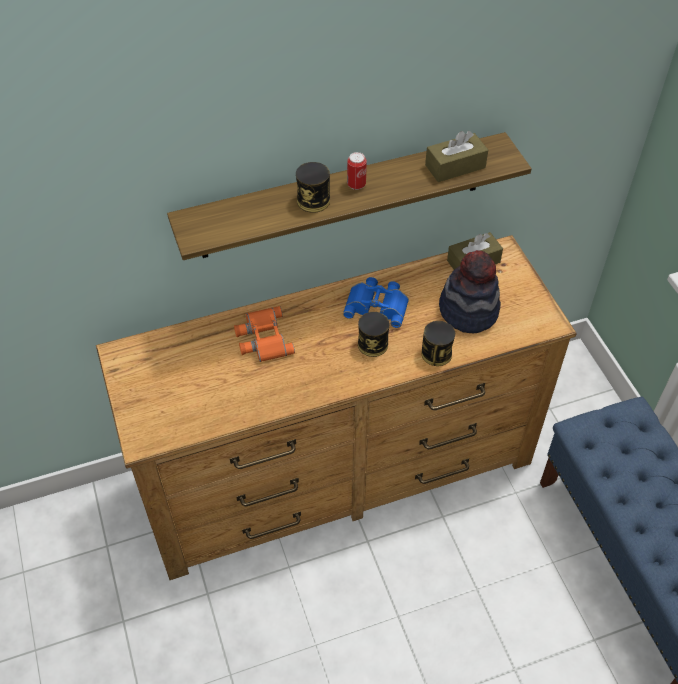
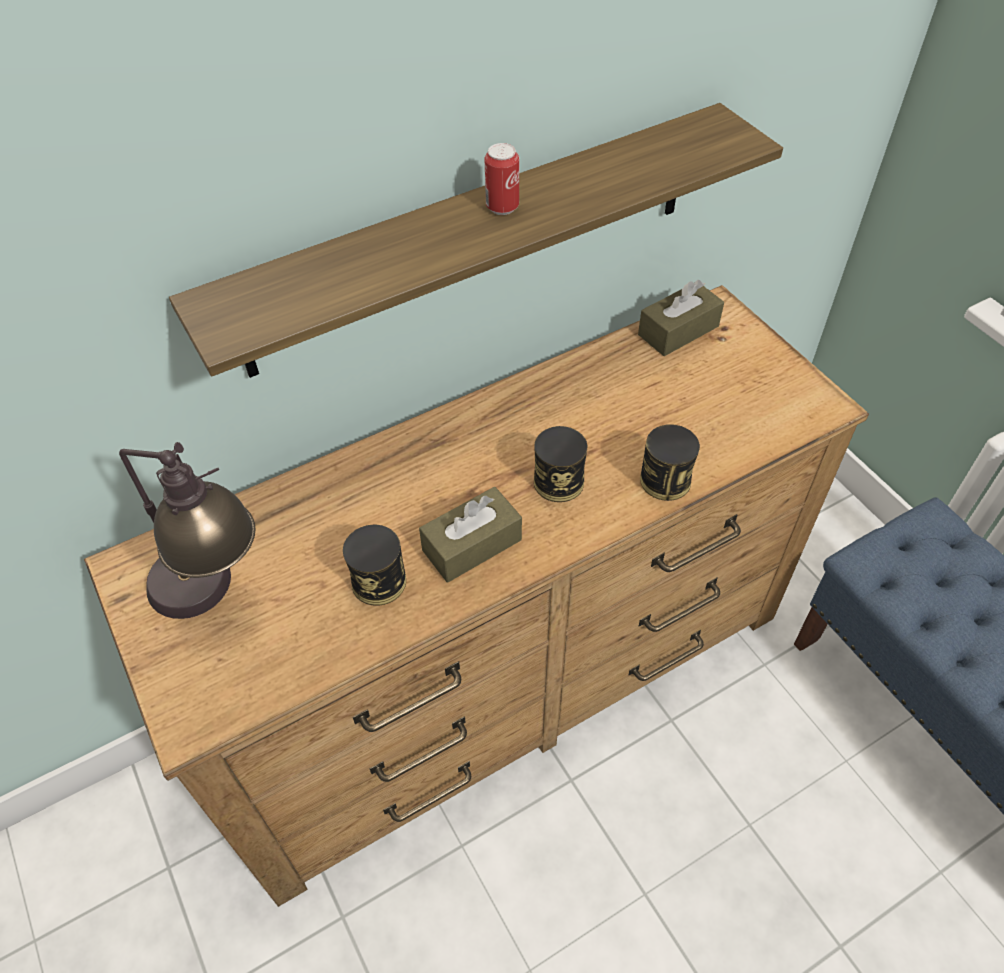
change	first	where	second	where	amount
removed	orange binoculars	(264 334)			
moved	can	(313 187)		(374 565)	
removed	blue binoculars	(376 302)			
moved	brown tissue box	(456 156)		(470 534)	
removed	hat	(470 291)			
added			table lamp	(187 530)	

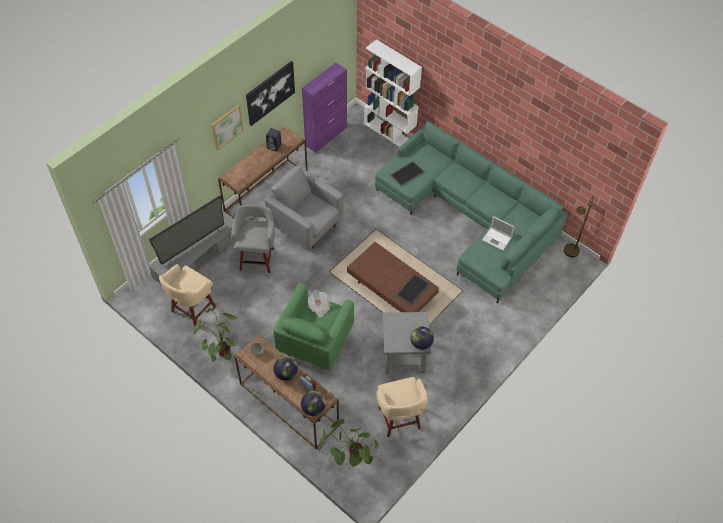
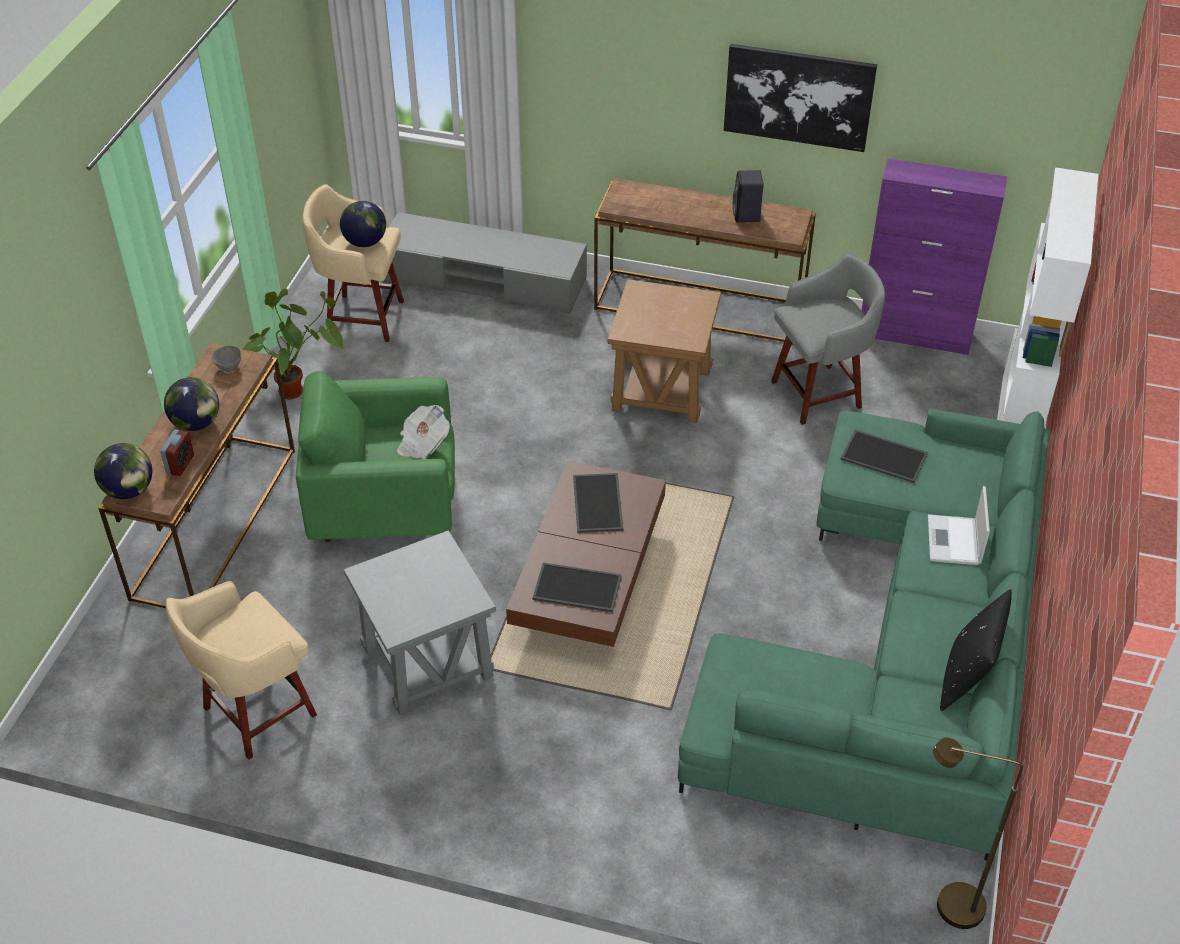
change	first	where	second	where	amount
removed	television	(186 231)			
removed	picture	(227 127)			
moved	grey stool	(253 238)		(828 339)	
replaced	grey armchair	(304 207)	brown side table	(664 351)	
removed	potted plant	(349 443)			
moved	globe	(422 338)		(363 224)	
moved	laptop	(498 233)		(959 525)	
added			tray	(598 503)	
added			black pillow	(976 650)	

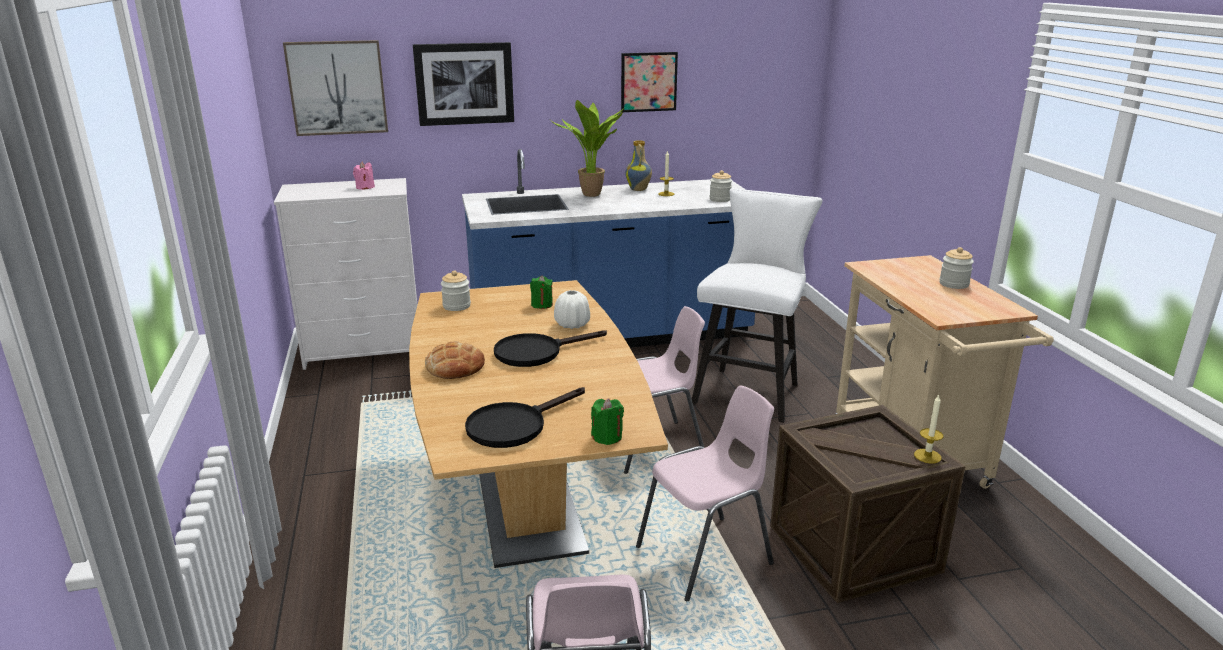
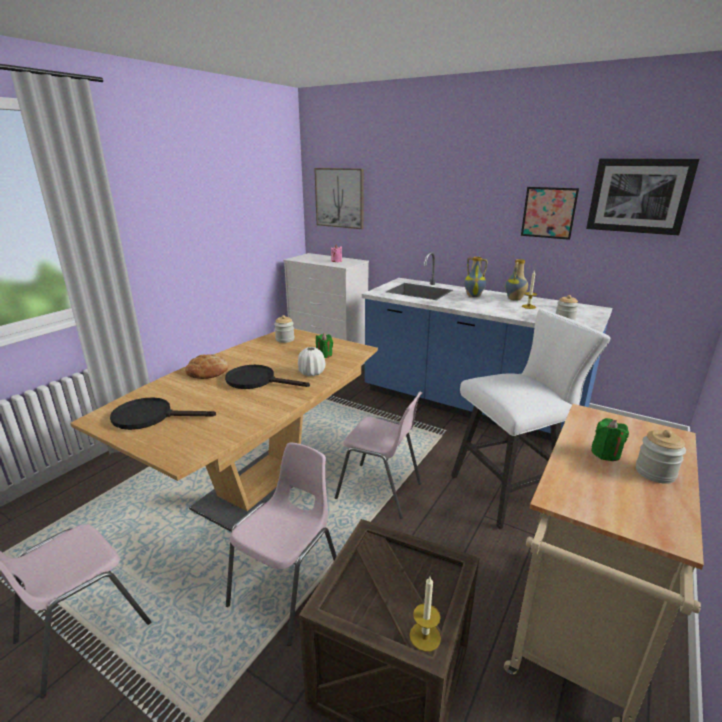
change	first	where	second	where	amount
moved	picture	(463 84)		(642 196)	
replaced	potted plant	(589 148)	vase	(476 277)	
moved	green candle	(607 421)		(610 439)	
turned	pink chair	(705 493)		(281 544)	75 degrees counterclockwise

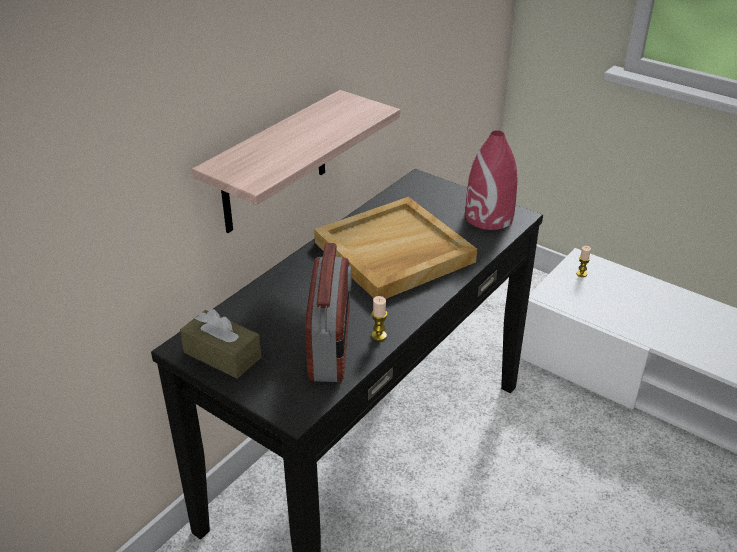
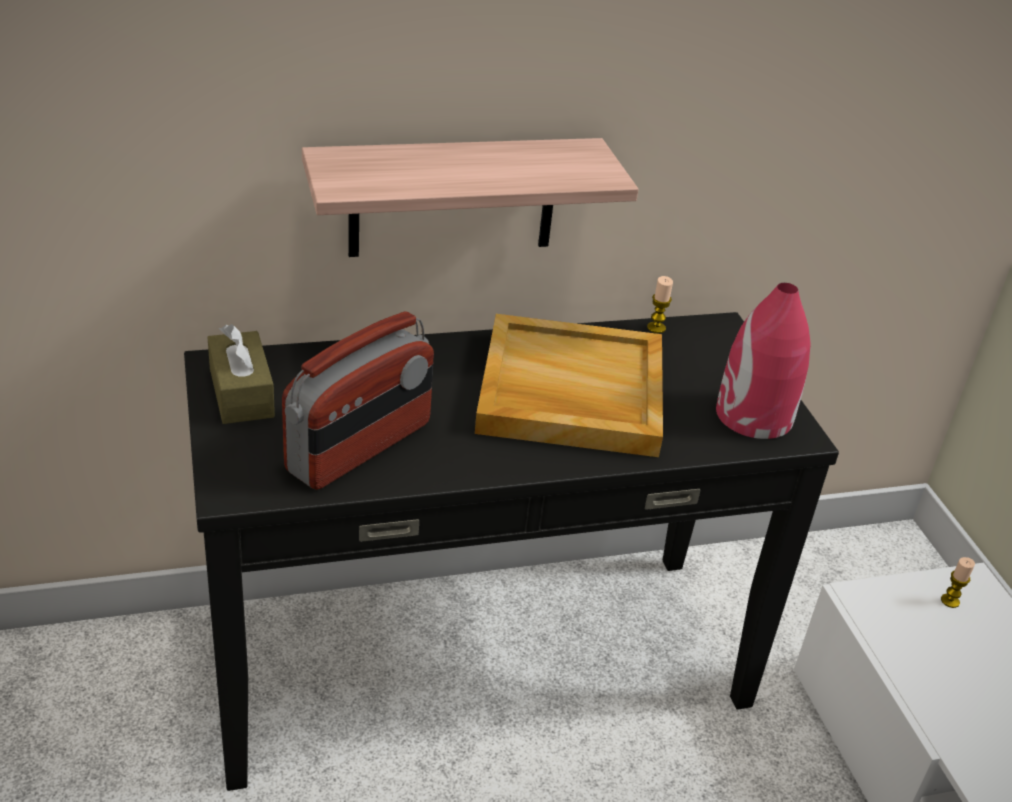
change	first	where	second	where	amount
moved	candle	(379 318)		(660 304)	

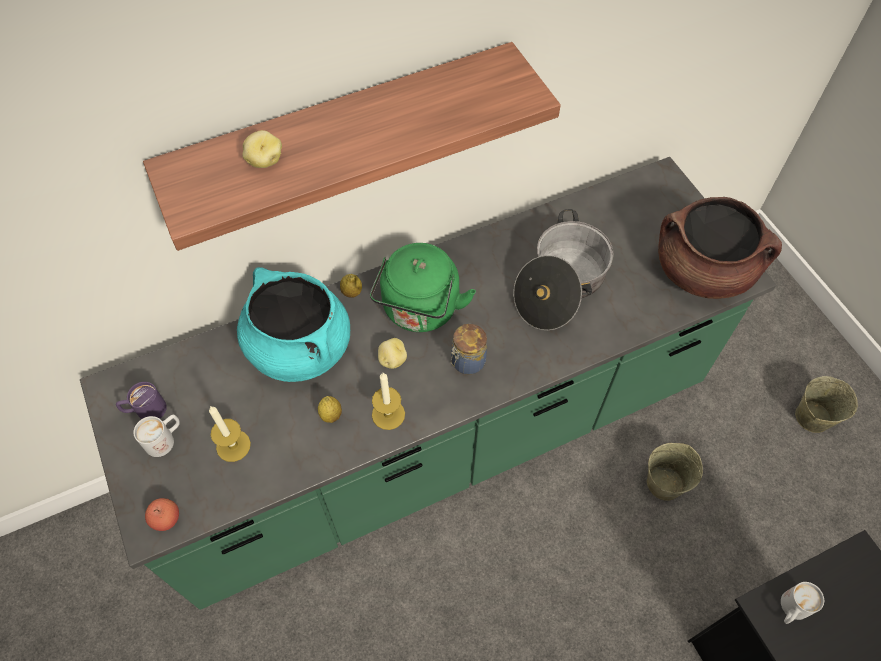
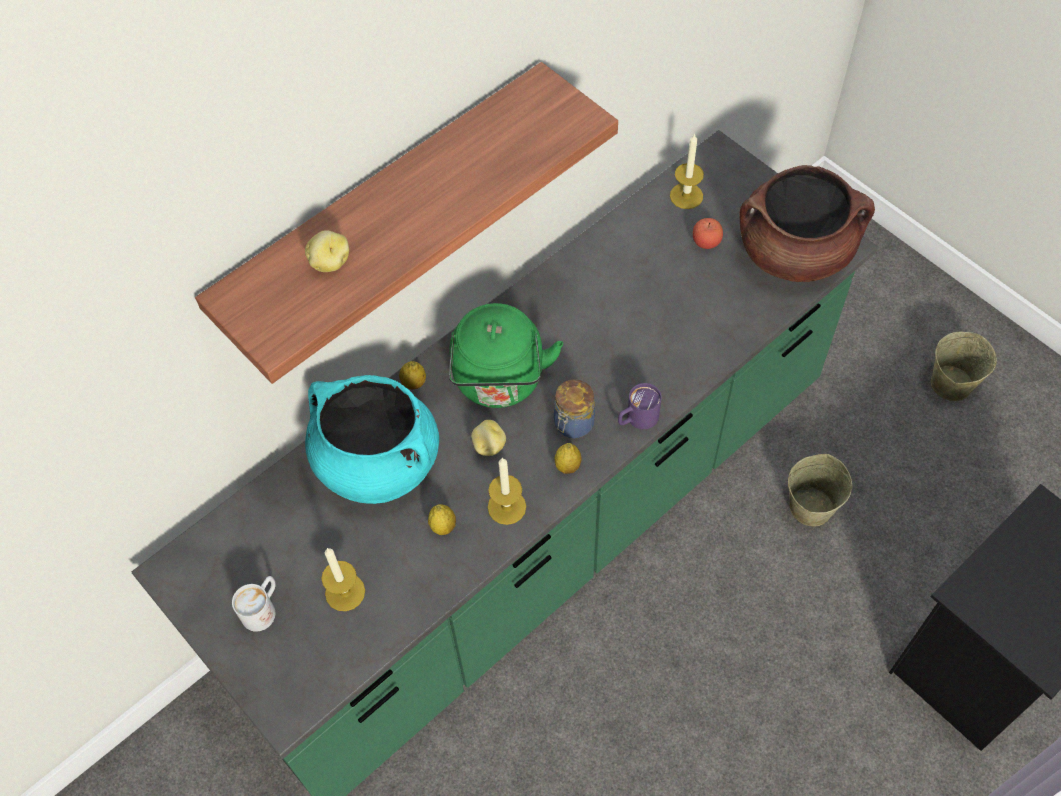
change	first	where	second	where	amount
moved	purple mug	(141 400)		(640 406)	
moved	apple	(162 514)		(708 233)	
removed	cooking pot	(563 269)			
removed	white mug	(802 603)			
added			lemon	(568 458)	
added			candle	(687 171)	

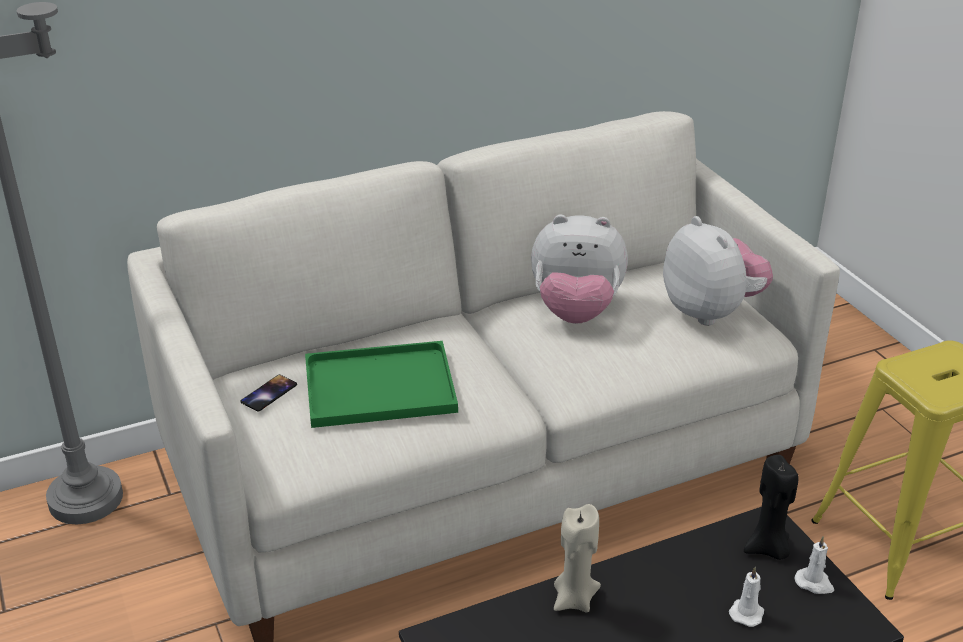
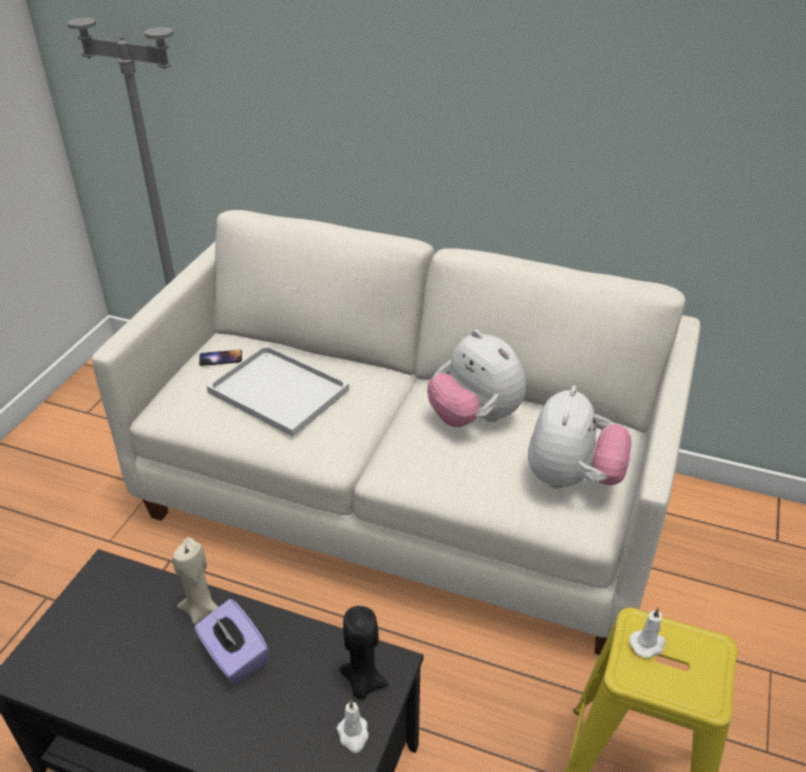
change	first	where	second	where	amount
recoloured	green tray	(381 384)	white tray	(278 391)	
moved	white candle	(746 597)		(647 632)	
added			purple tissue box	(231 642)	

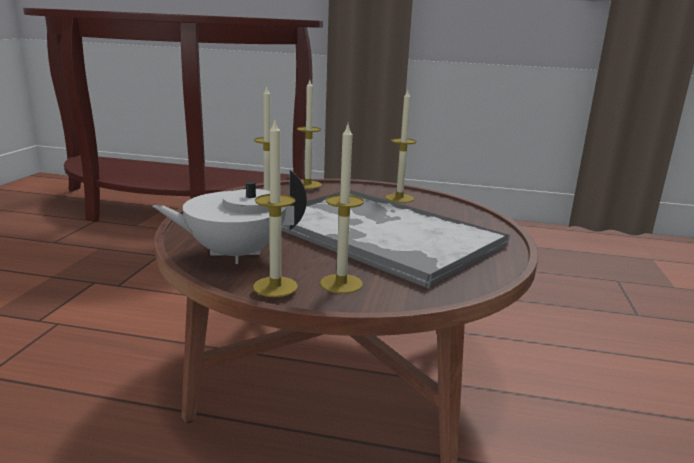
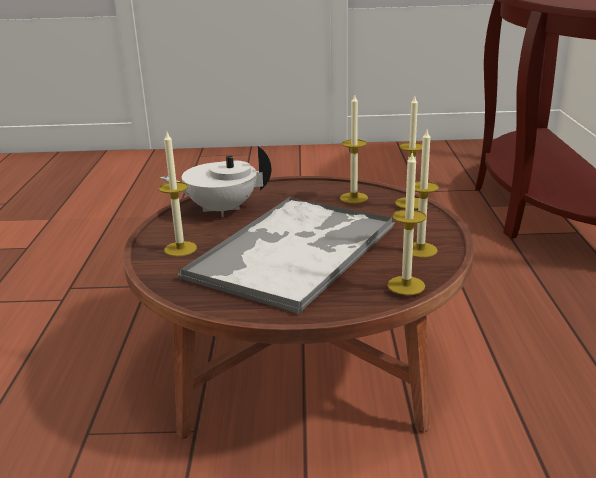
change	first	where	second	where	amount
turned	white teapot	(229 217)		(215 181)	75 degrees counterclockwise
moved	candle	(275 208)		(406 224)	

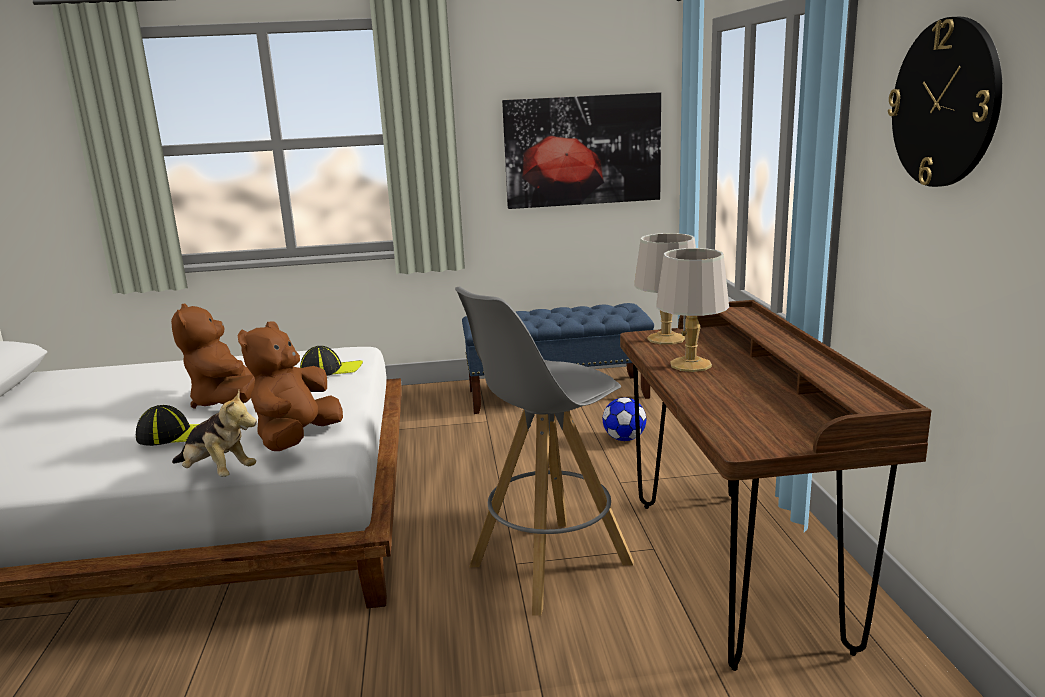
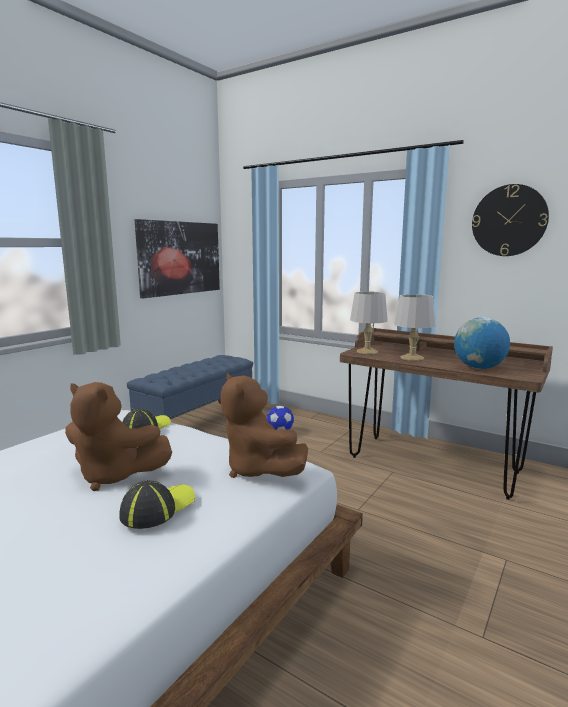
change	first	where	second	where	amount
removed	plush toy	(214 433)			
removed	grey stool	(544 451)			
added			globe	(482 343)	

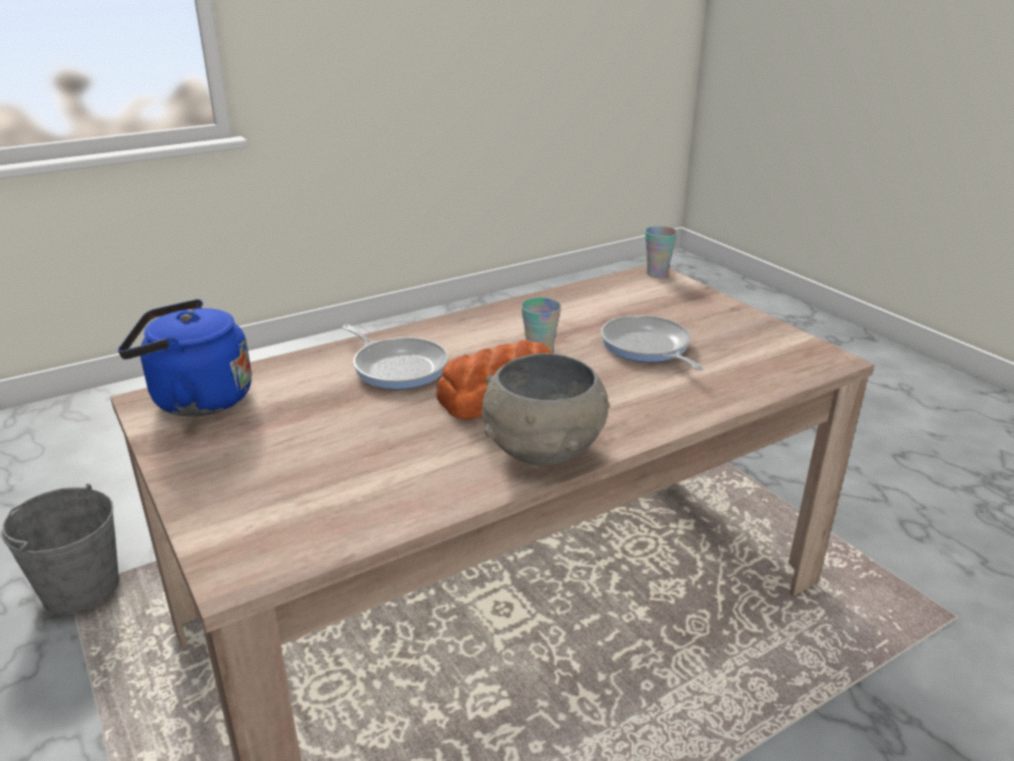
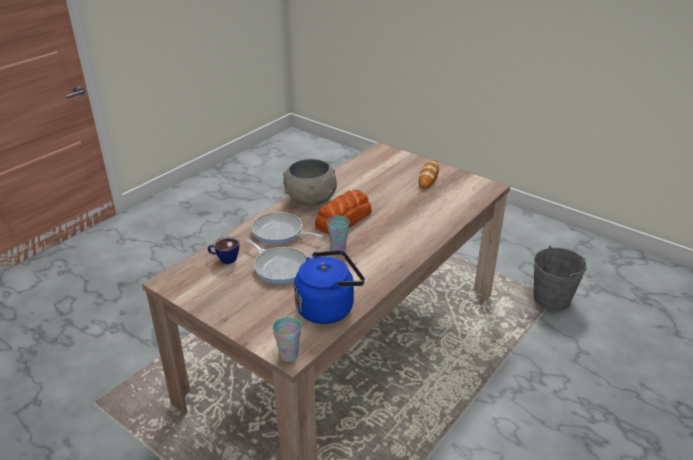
change	first	where	second	where	amount
moved	blue kettle	(185 358)		(329 287)	
moved	frying pan	(395 357)		(287 228)	
added			cup	(223 250)	
added			bread	(429 174)	

